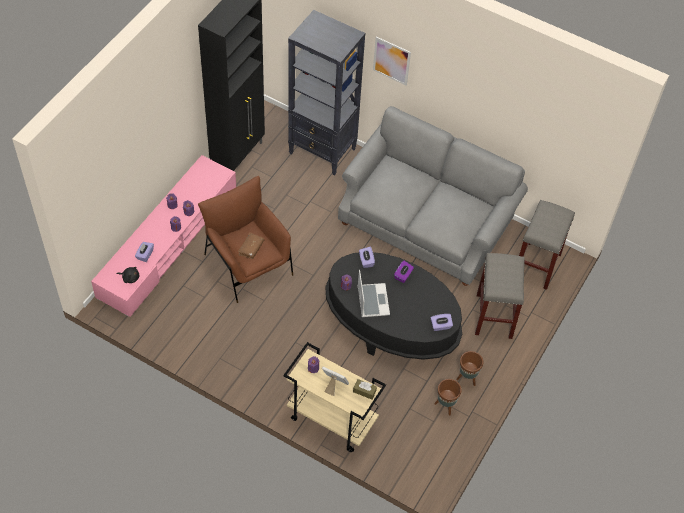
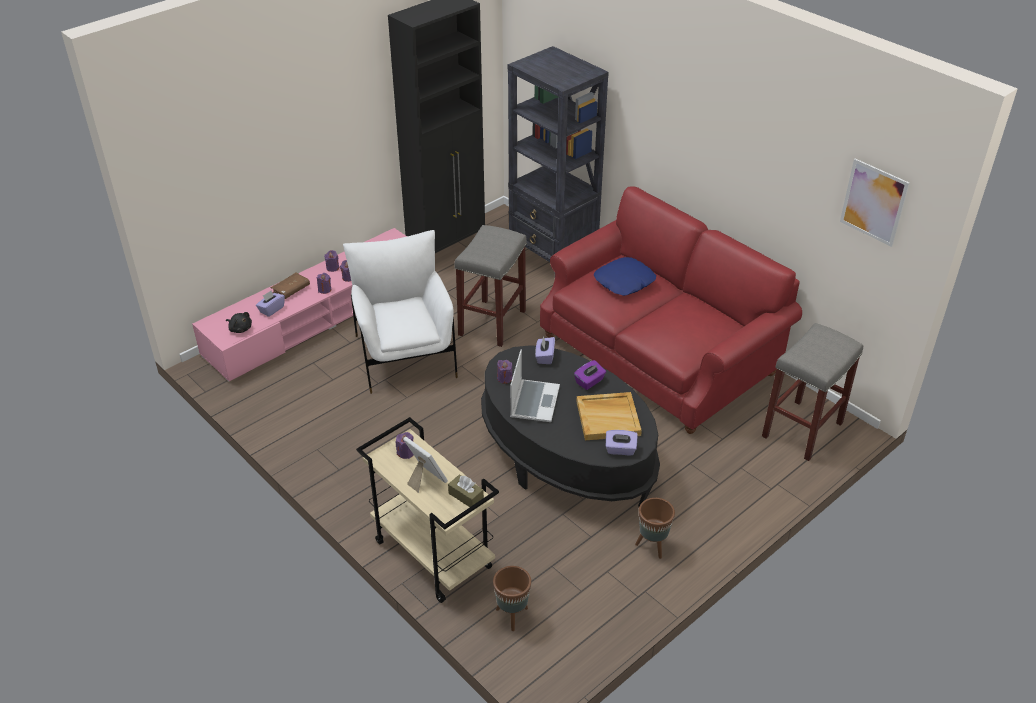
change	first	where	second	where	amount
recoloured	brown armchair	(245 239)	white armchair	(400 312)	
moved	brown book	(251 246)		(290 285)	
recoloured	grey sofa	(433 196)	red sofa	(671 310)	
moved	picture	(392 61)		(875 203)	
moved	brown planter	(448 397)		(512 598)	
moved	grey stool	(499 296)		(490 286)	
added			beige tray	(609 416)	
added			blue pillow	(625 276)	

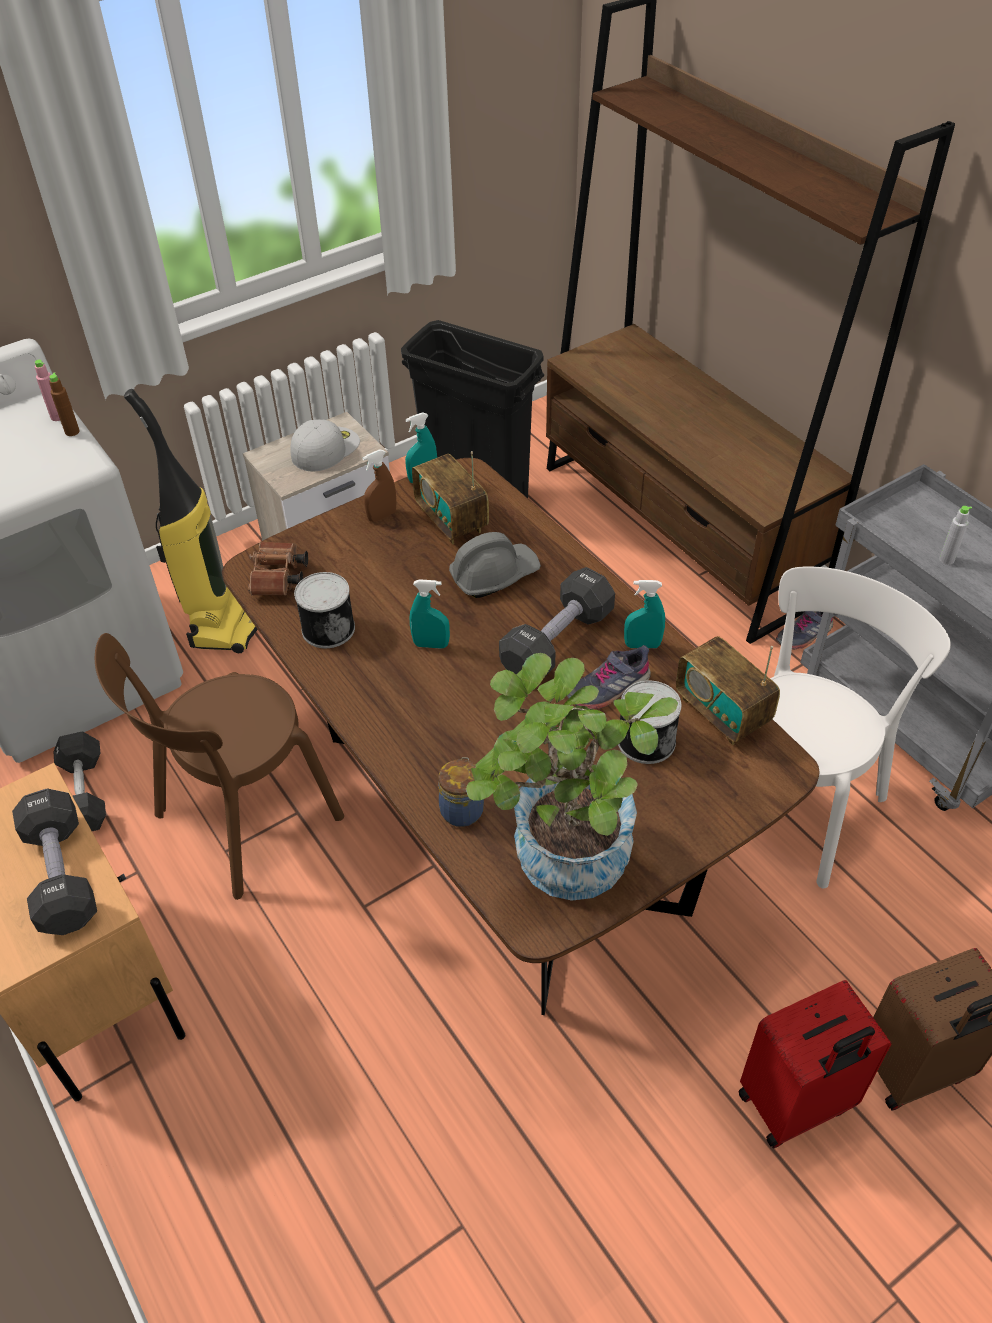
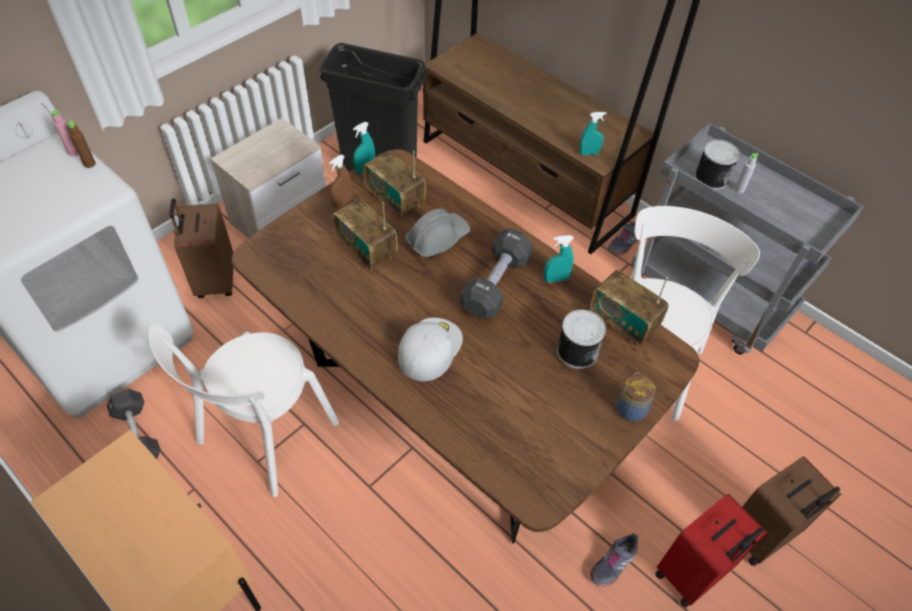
change	first	where	second	where	amount
removed	black dumbbell	(54 862)			
recoloured	brown chair	(219 766)	white chair	(243 410)	
replaced	vacuum cleaner	(191 521)	brown suitcase	(201 248)	
removed	brown binoculars	(278 568)			
moved	white cap	(325 445)		(430 349)	
moved	can	(324 610)		(717 165)	
moved	turquoise spray bottle	(430 614)		(593 133)	
moved	jar	(461 792)		(636 397)	
removed	potted plant	(572 777)			
moved	grey shoe	(609 677)		(614 560)	
added			radio	(365 234)	

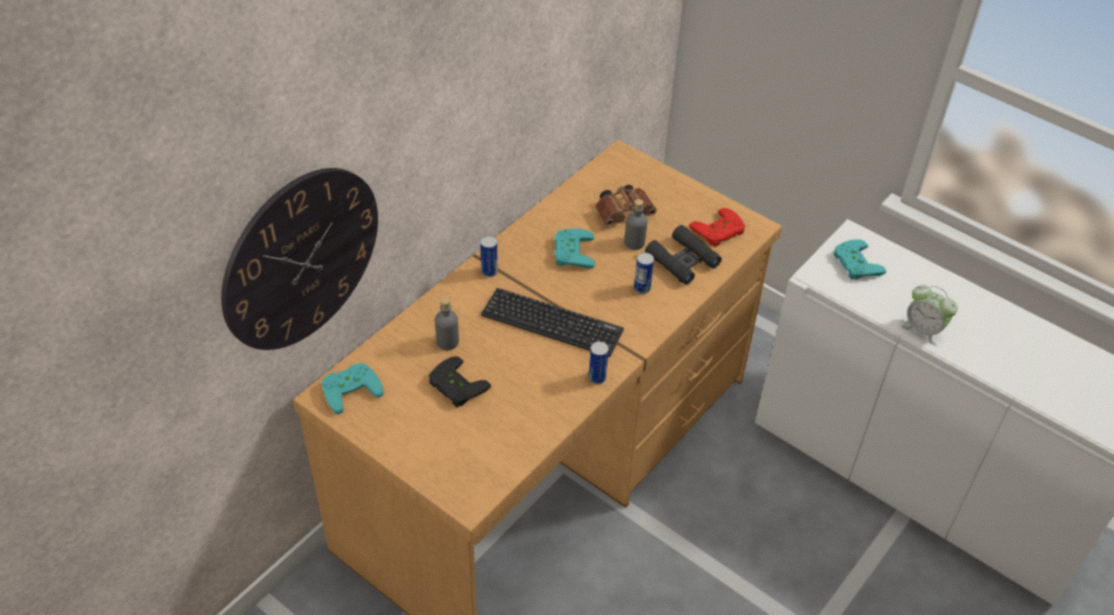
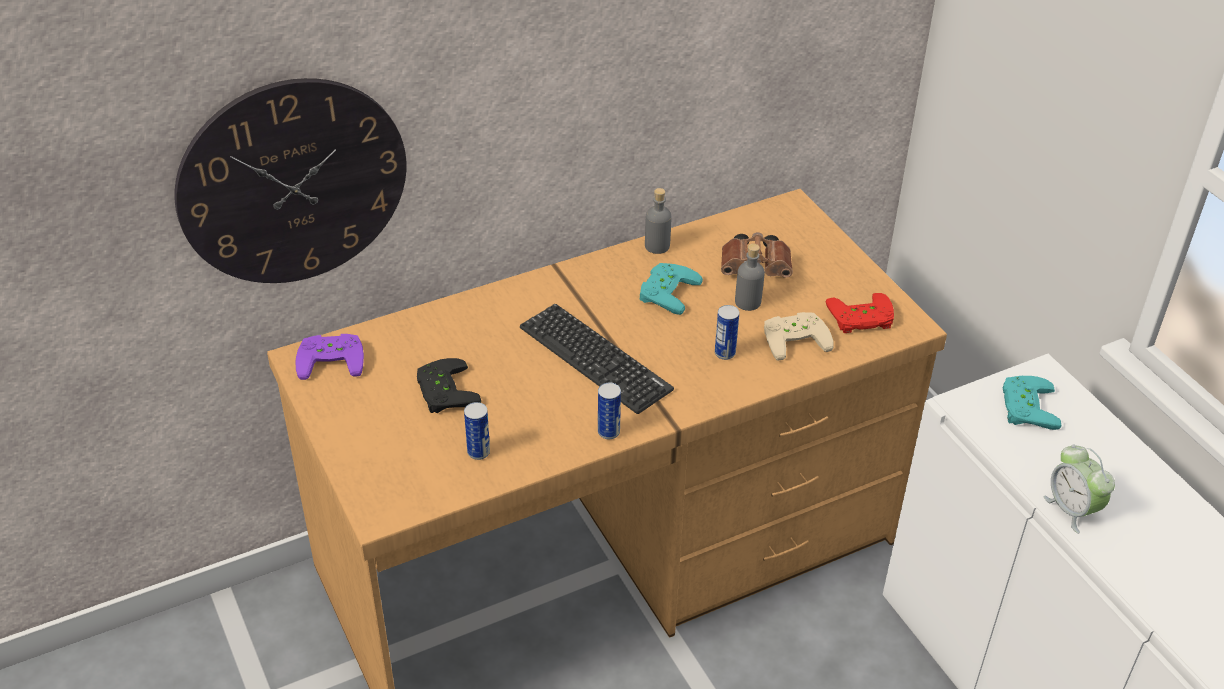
change	first	where	second	where	amount
recoloured	turquoise game controller	(353 388)	purple game controller	(330 357)	
moved	grey bottle	(447 323)		(658 221)	
moved	can	(489 256)		(477 431)	
replaced	black binoculars	(683 255)	beige game controller	(798 336)	

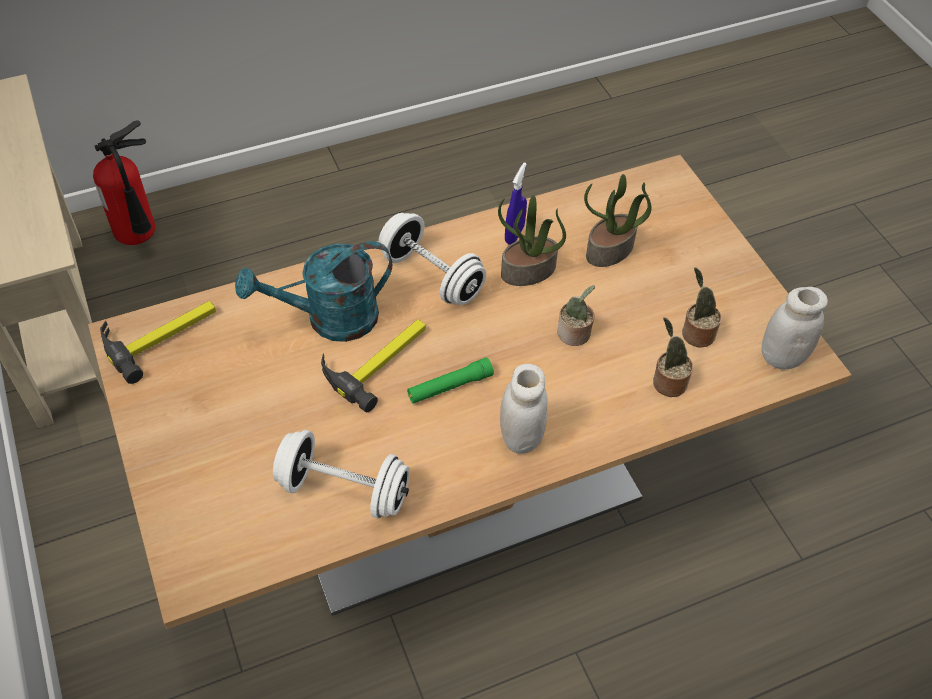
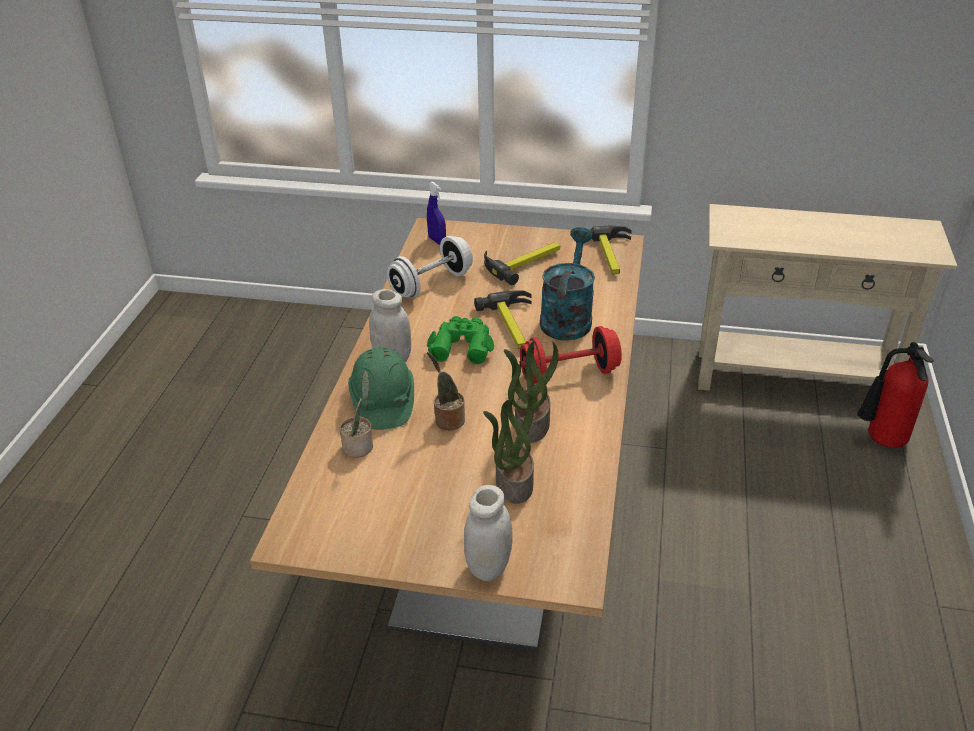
change	first	where	second	where	amount
recoloured	white dumbbell	(432 259)	red dumbbell	(571 355)	
replaced	green flashlight	(450 380)	green binoculars	(460 340)	
moved	blue spray bottle	(516 203)		(436 213)	
removed	potted plant	(702 307)			
moved	white jar	(795 328)		(488 533)	
added			green hard hat	(381 388)	
added			hammer	(522 263)	

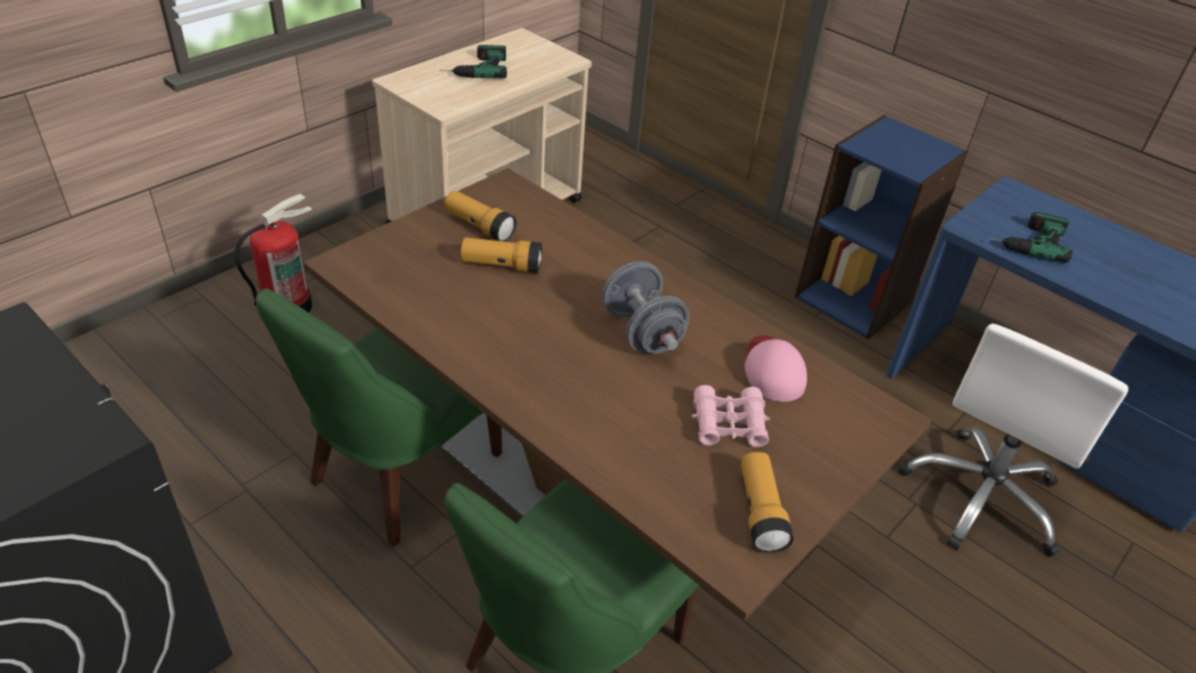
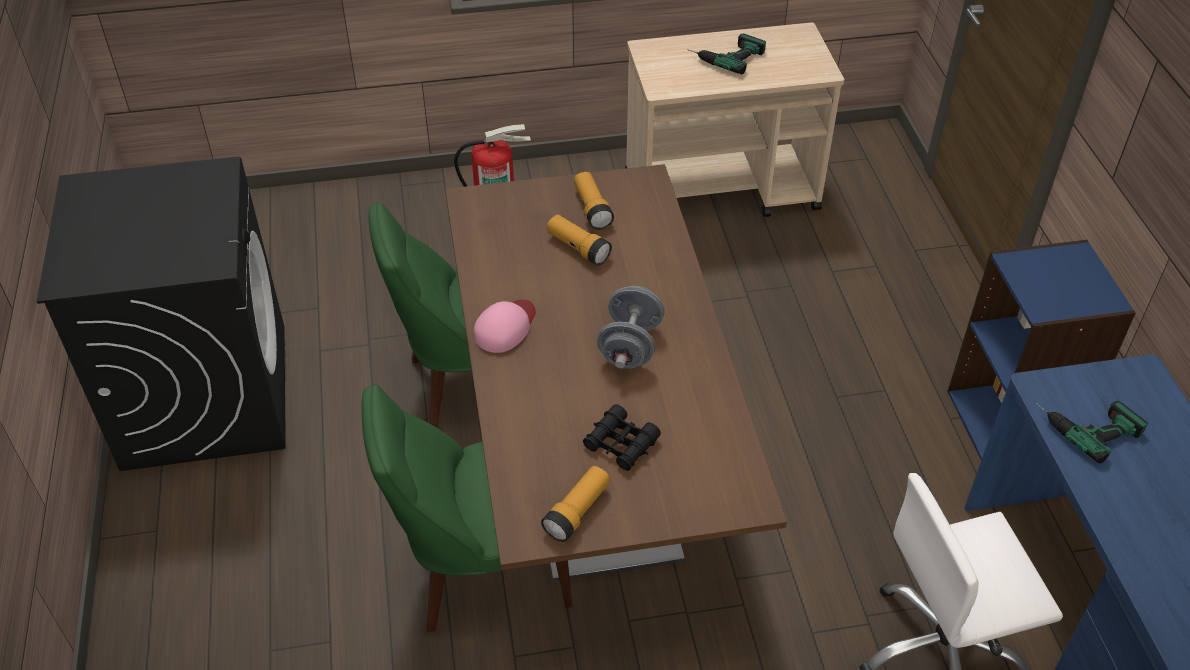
change	first	where	second	where	amount
recoloured	pink binoculars	(730 416)	black binoculars	(622 437)	
moved	pink cap	(776 368)		(504 326)	

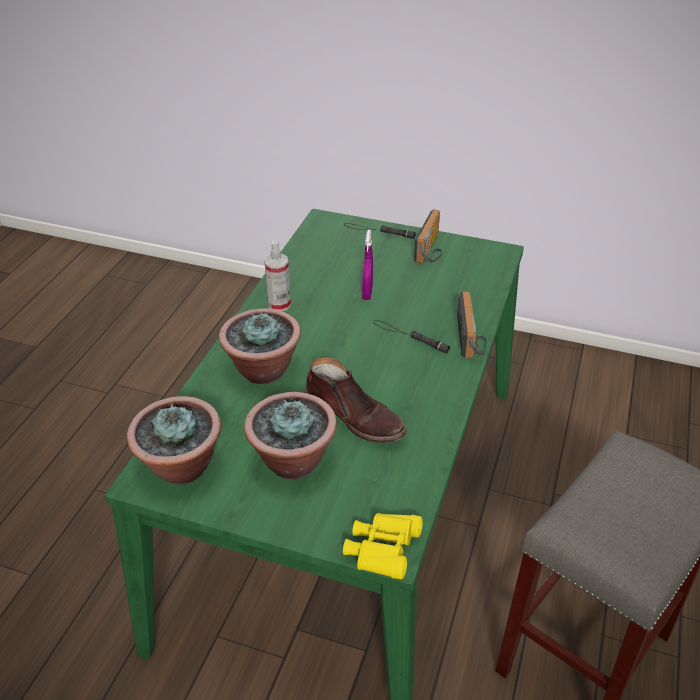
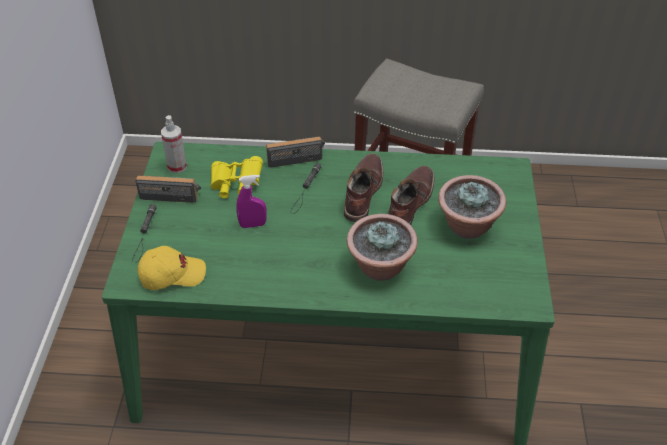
change	first	where	second	where	amount
removed	potted plant	(174 440)			
moved	spray bottle	(277 275)		(174 144)	
moved	yellow binoculars	(383 546)		(236 177)	
added			yellow cap	(172 268)	
added			brown boot	(363 188)	

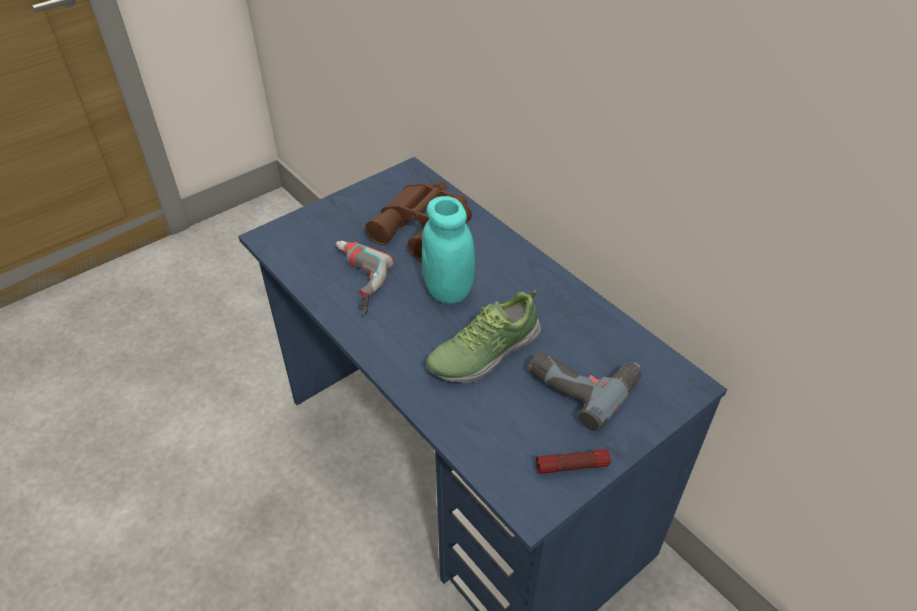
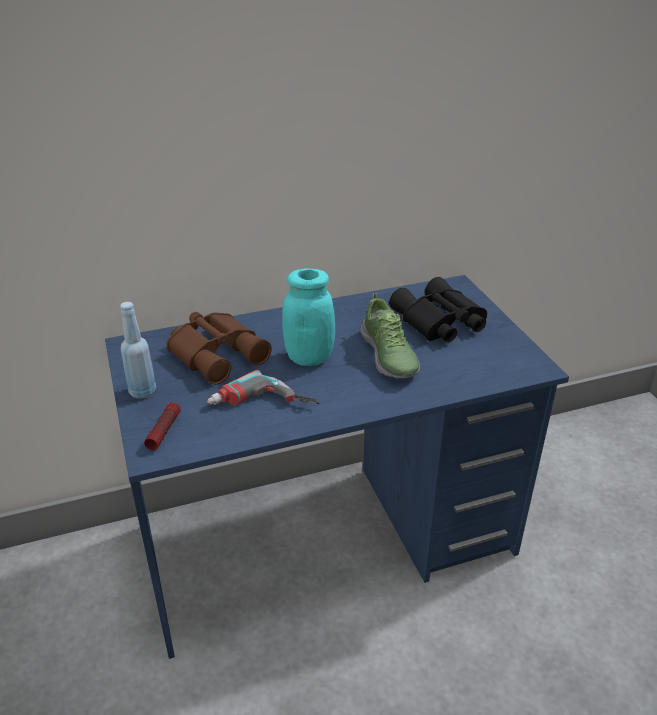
change	first	where	second	where	amount
replaced	power drill	(585 391)	black binoculars	(438 310)	
moved	flashlight	(573 461)		(162 426)	
added			blue bottle	(138 350)	

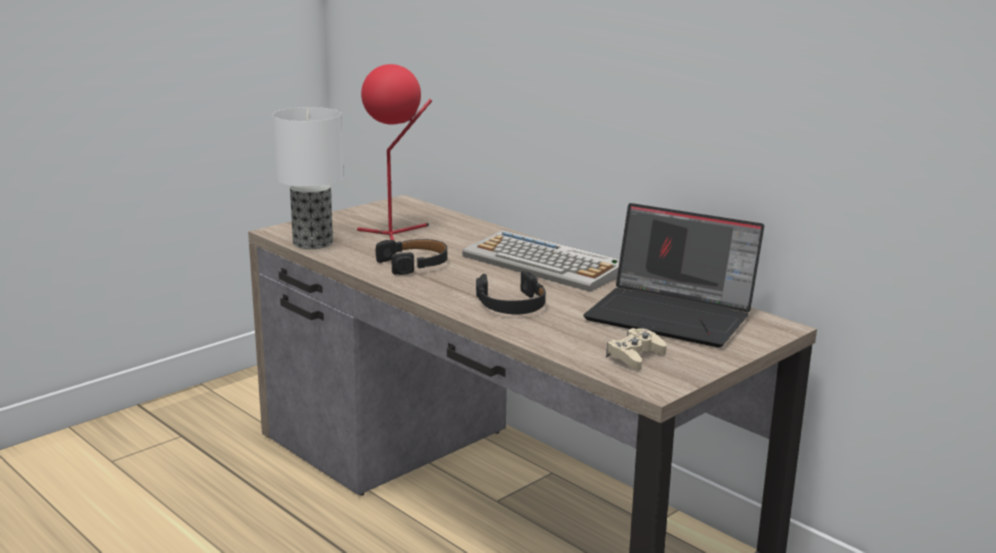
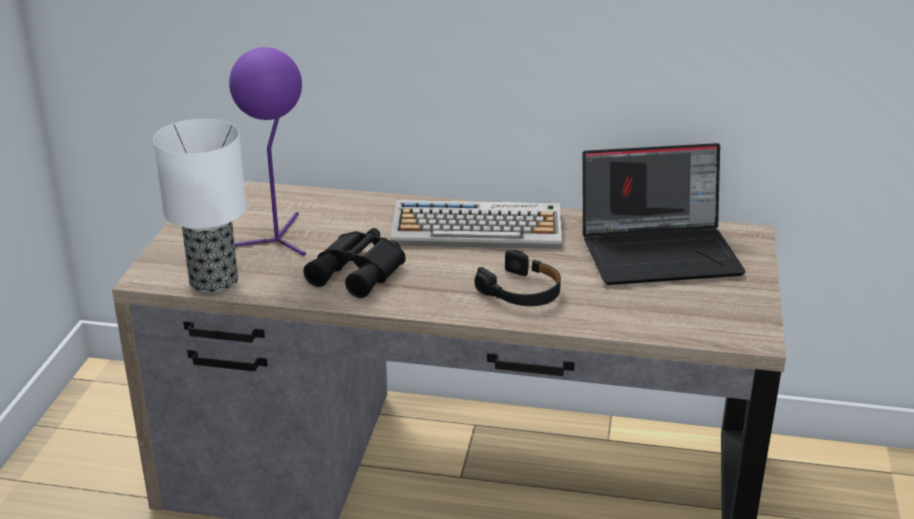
change	first	where	second	where	amount
recoloured	red table lamp	(394 152)	purple table lamp	(267 151)	
replaced	black headphones	(411 257)	black binoculars	(354 263)	
removed	beige game controller	(636 349)			

